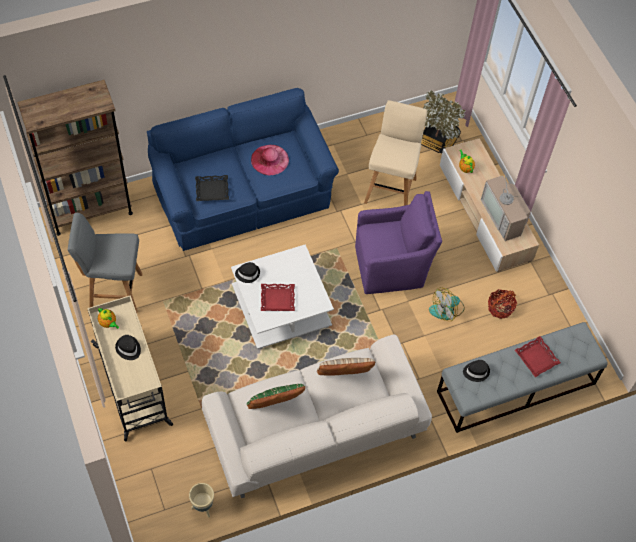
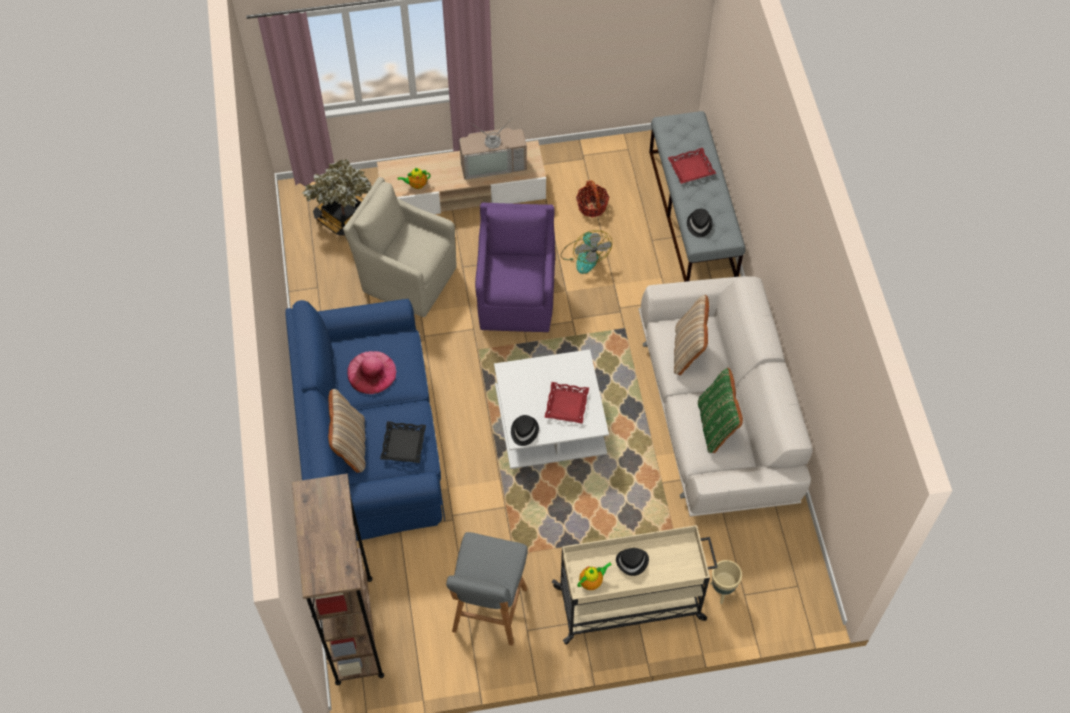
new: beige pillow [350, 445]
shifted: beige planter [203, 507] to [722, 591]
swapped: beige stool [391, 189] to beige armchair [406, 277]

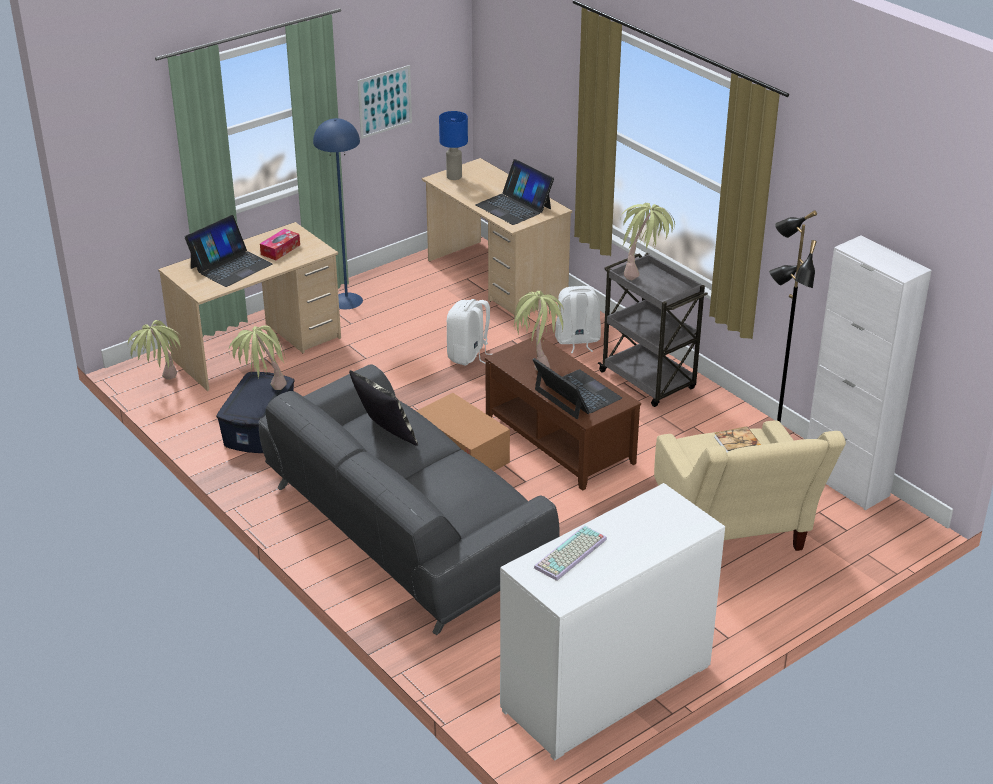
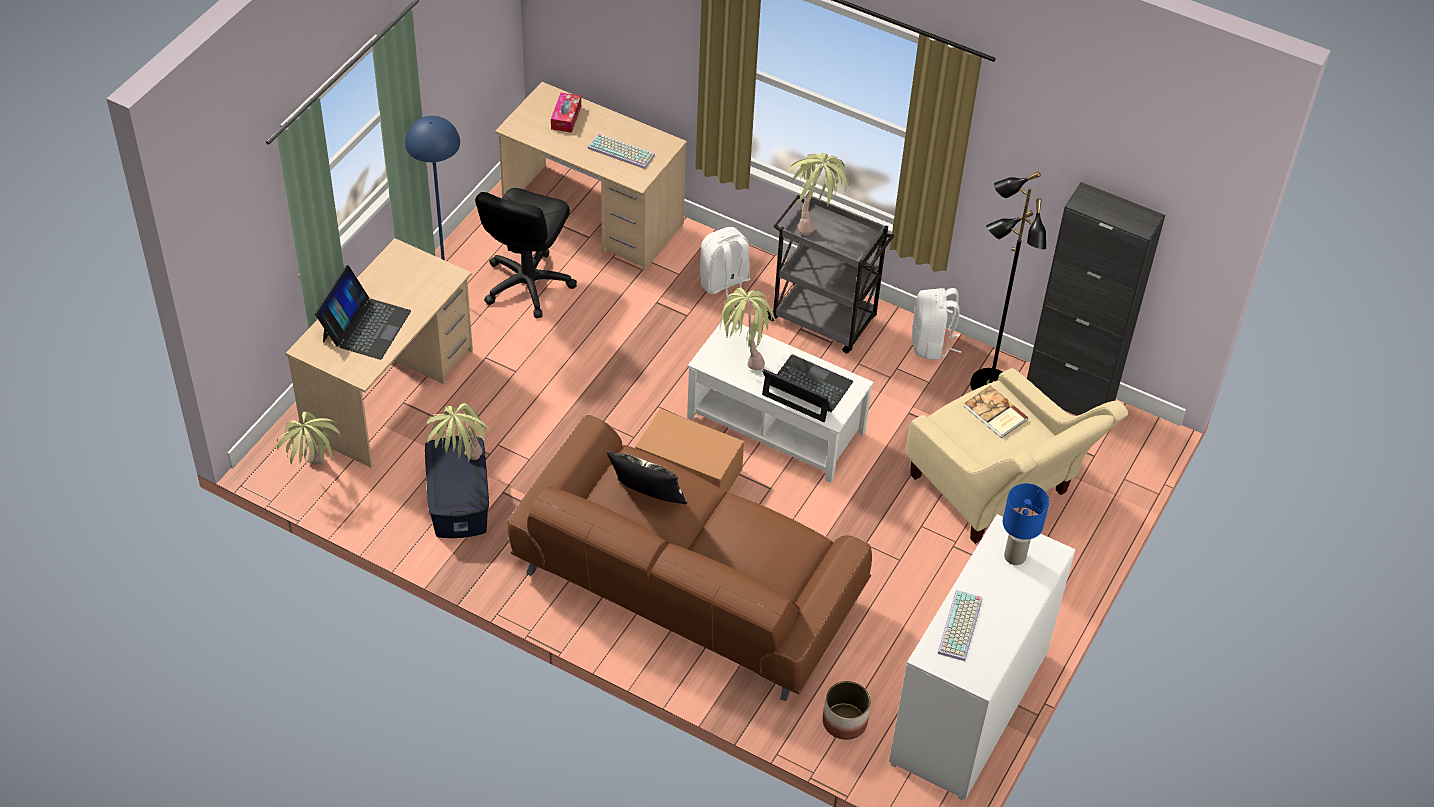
gone: picture [385, 101]
new: black office chair [527, 284]; planter [844, 721]
shifted: tissue box [280, 250] to [566, 117]; blue table lamp [453, 177] to [1014, 556]; white backpack [469, 356] to [931, 344]
swapped: laptop [514, 206] to keyboard [622, 151]
repainted: grey sofa [404, 530] to brown sofa [686, 587]; brown coffee table [559, 440] to white coffee table [775, 425]; white cabinet [846, 482] to black cabinet [1069, 397]

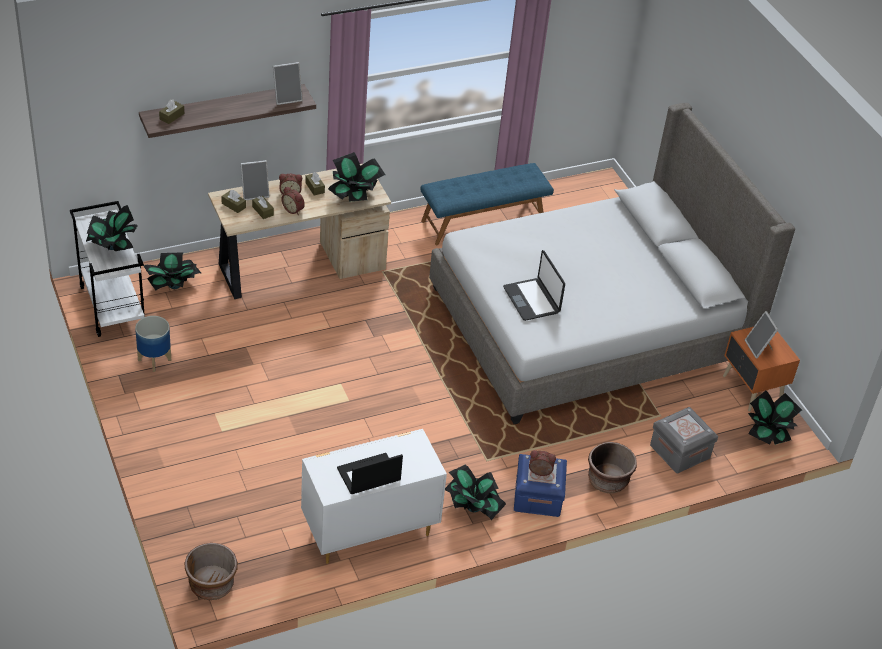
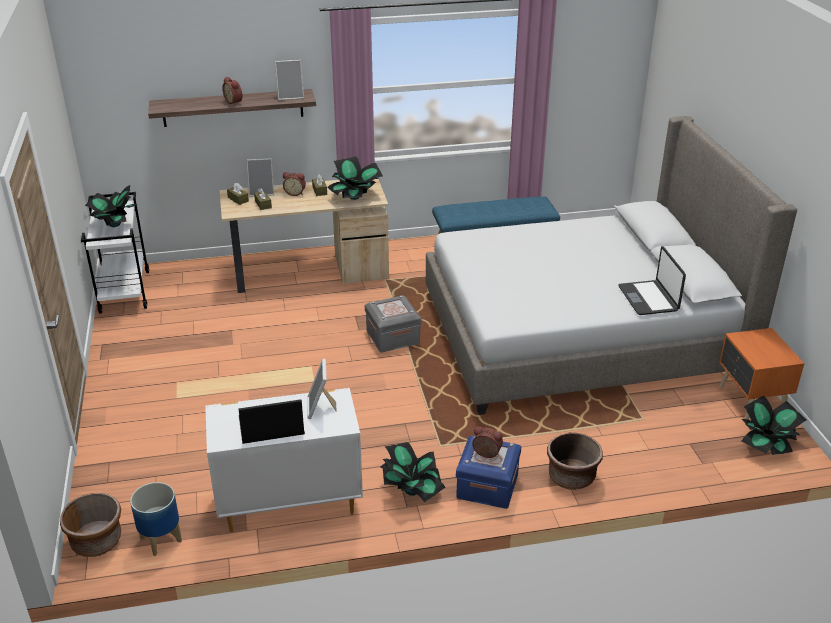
gone: potted plant [173, 286]; brown tissue box [172, 116]
shifted: planter [154, 360] to [160, 539]; alarm clock [293, 209] to [234, 102]; laptop [532, 300] to [649, 298]; grey storage box [680, 451] to [393, 337]; picture frame [759, 348] to [320, 408]

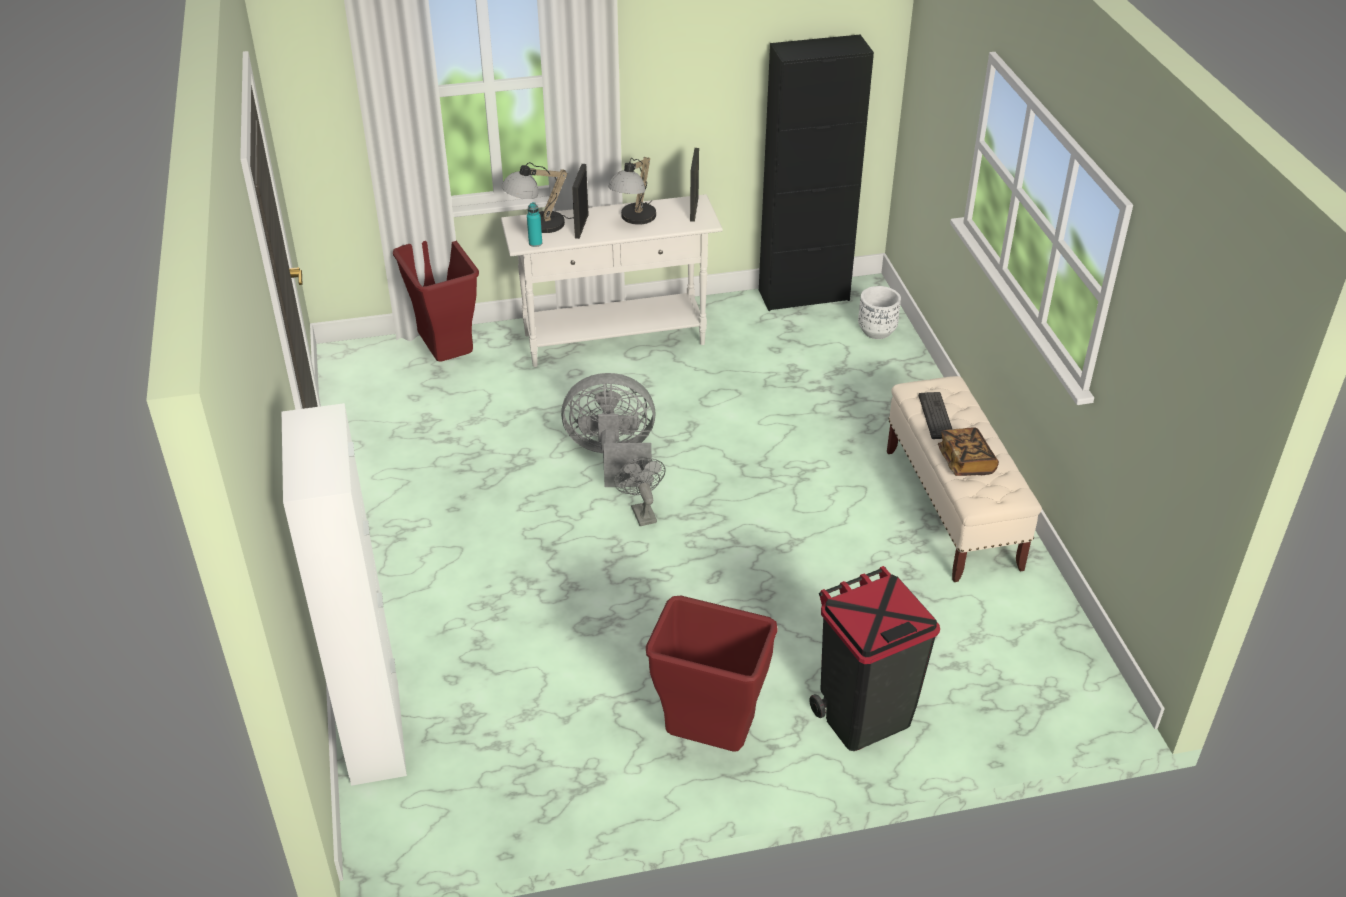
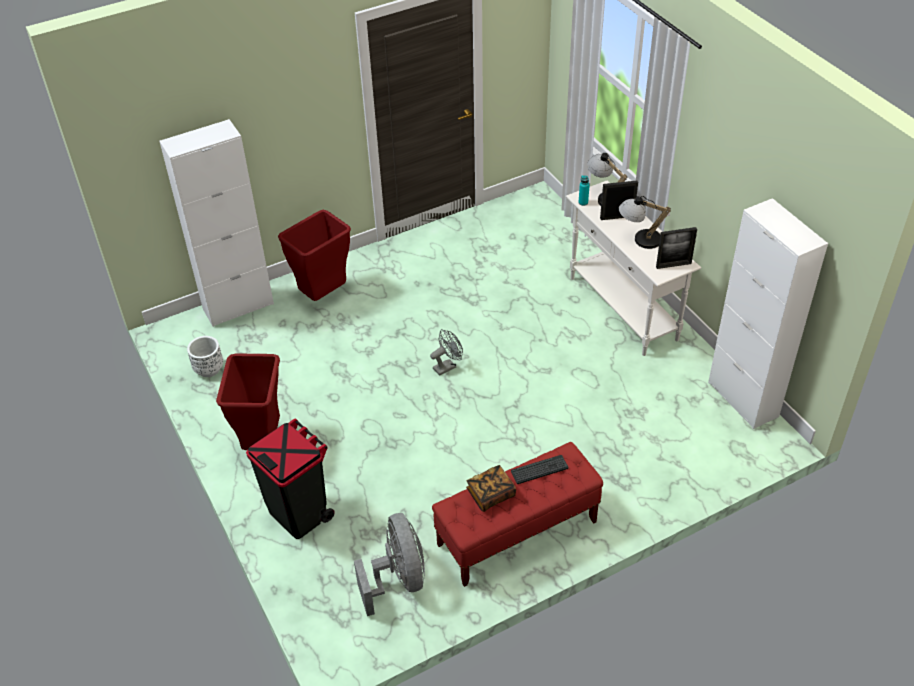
shifted: red trash can [446, 357] to [323, 295]; grey fan [613, 457] to [398, 579]; white planter [877, 331] to [209, 369]
repainted: black cabinet [803, 295] to white cabinet [743, 399]; beige bench [952, 509] to red bench [516, 534]

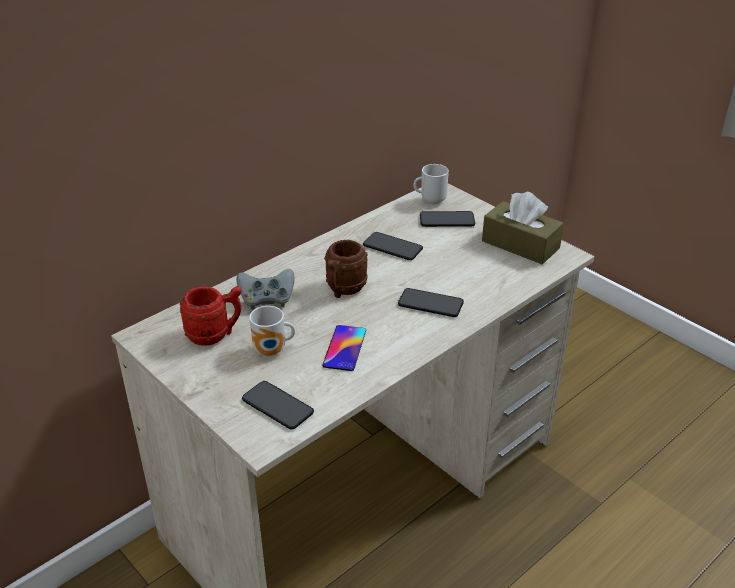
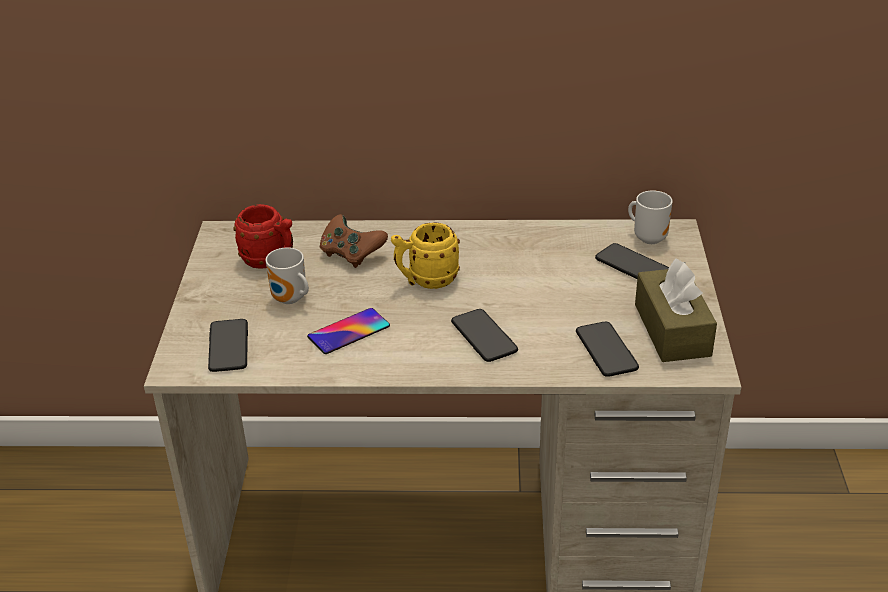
shifted: phone [392, 247] to [606, 350]
repainted: grey game controller [267, 300] to brown game controller [351, 254]; brown mug [343, 290] to yellow mug [426, 281]

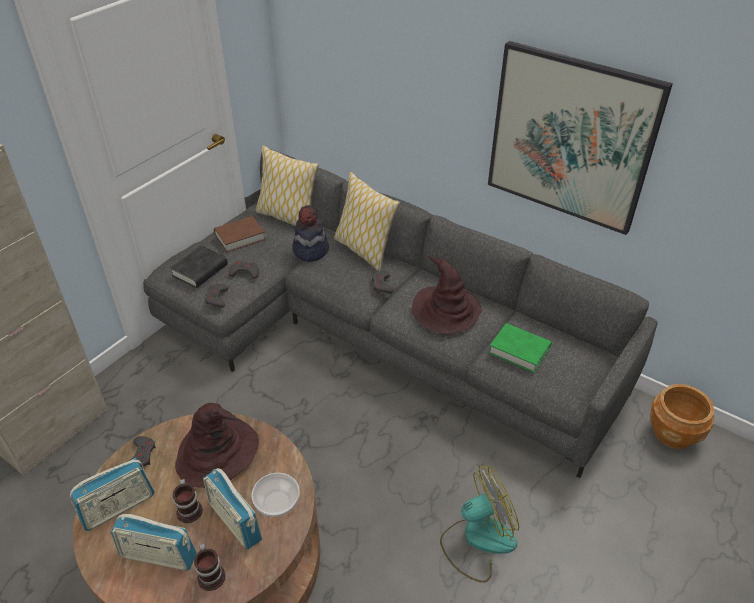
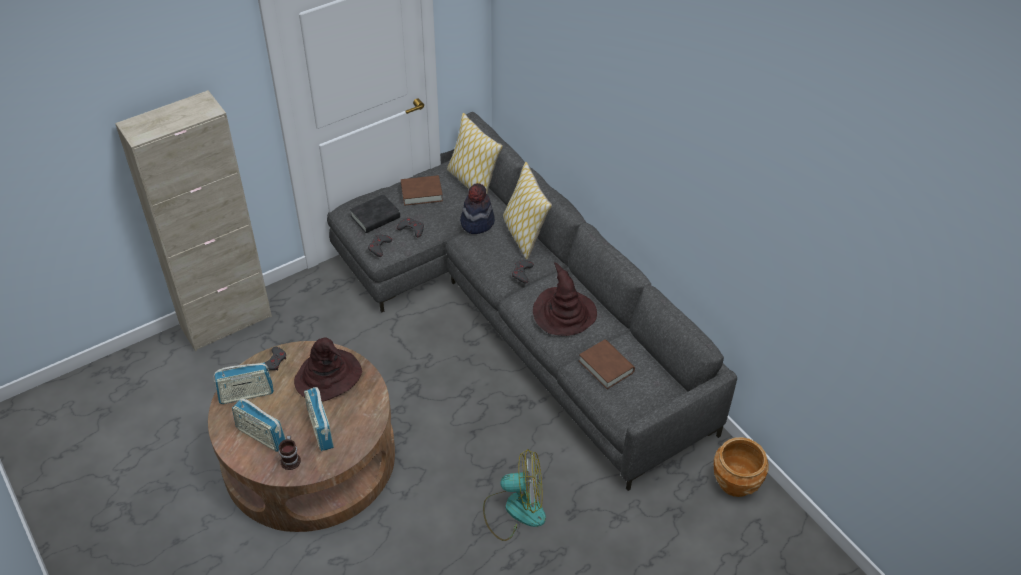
gone: mug [190, 509]; bowl [276, 502]; picture [570, 138]
repainted: green book [519, 351] to brown book [606, 366]

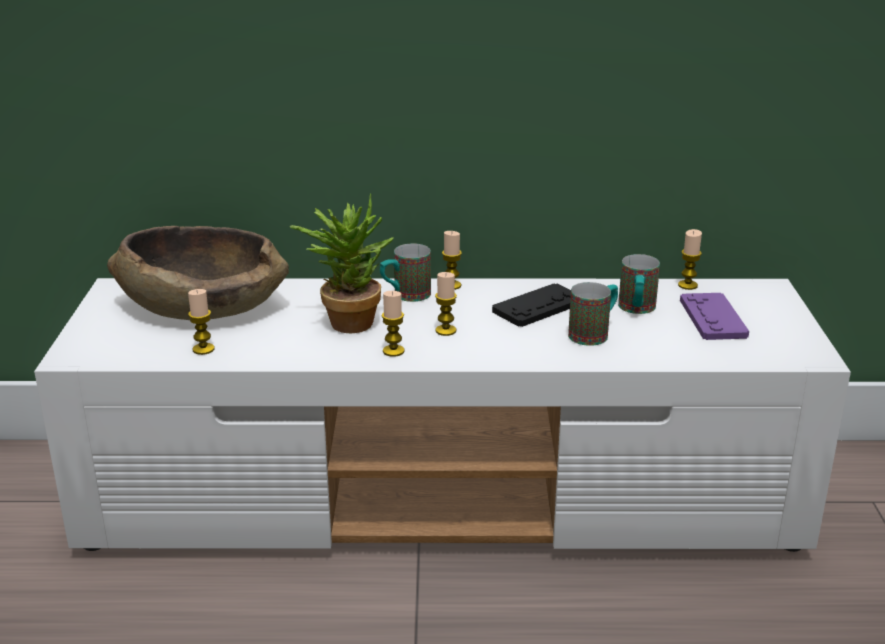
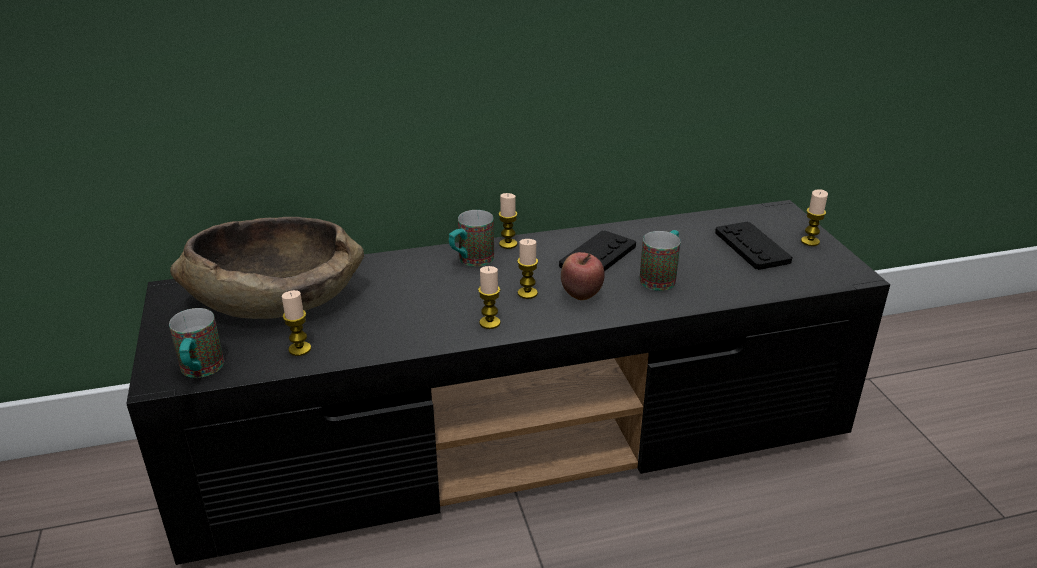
gone: potted plant [347, 320]
new: apple [581, 296]
shifted: mug [636, 310] to [200, 371]; candle [687, 285] to [810, 241]
repainted: white tv stand [447, 499] to black tv stand [522, 439]; purple game controller [712, 318] to black game controller [752, 247]

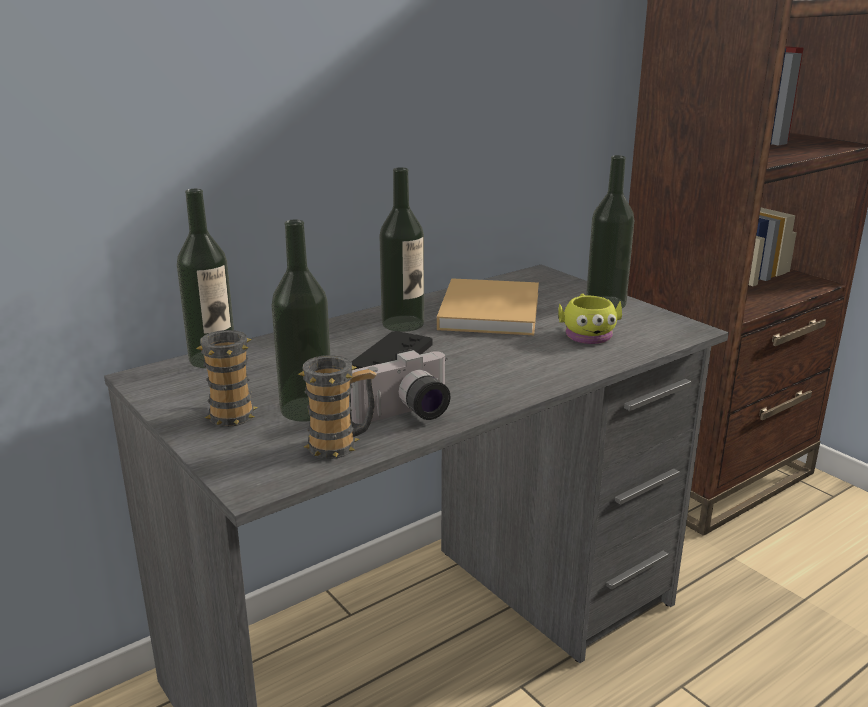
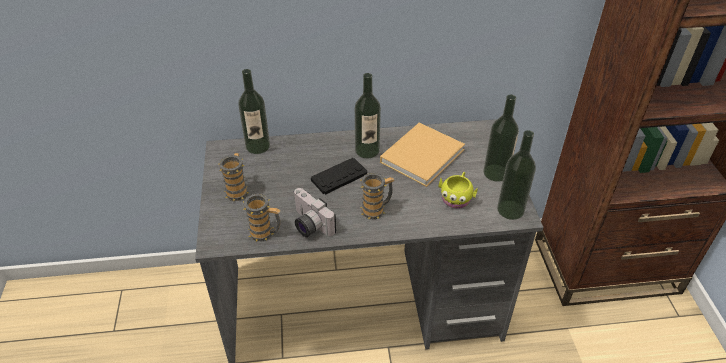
new: mug [376, 210]
shifted: bottle [306, 409] to [510, 210]
rotated: photo camera [406, 415] = [309, 225] 45 degrees clockwise

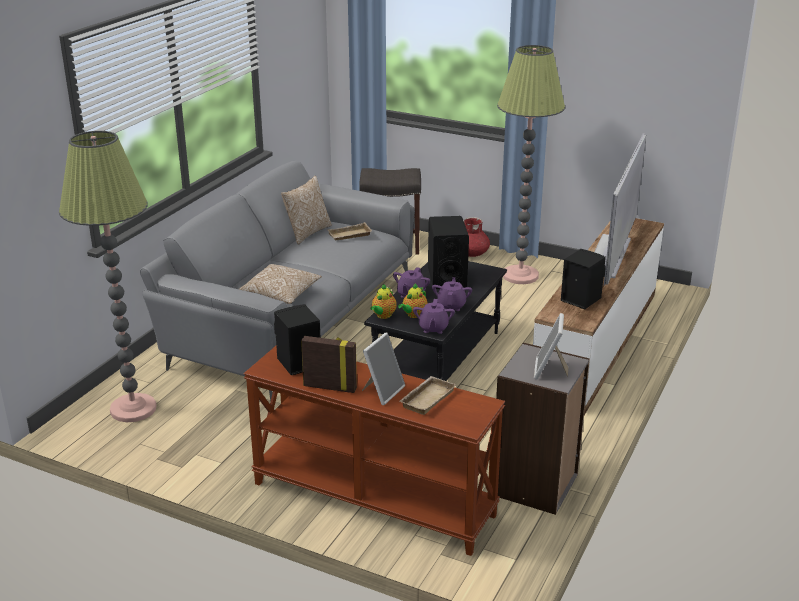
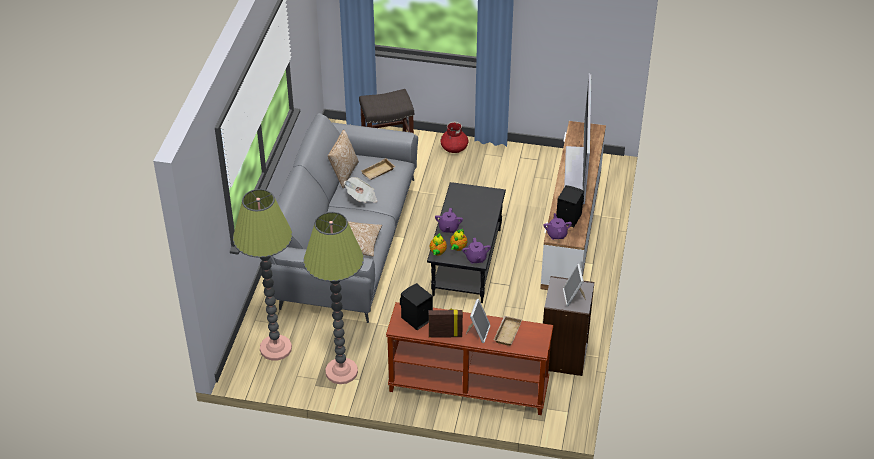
gone: black speaker [447, 277]
new: newspaper [361, 197]
shifted: purple teapot [451, 306] to [557, 234]; floor lamp [520, 275] to [341, 371]

